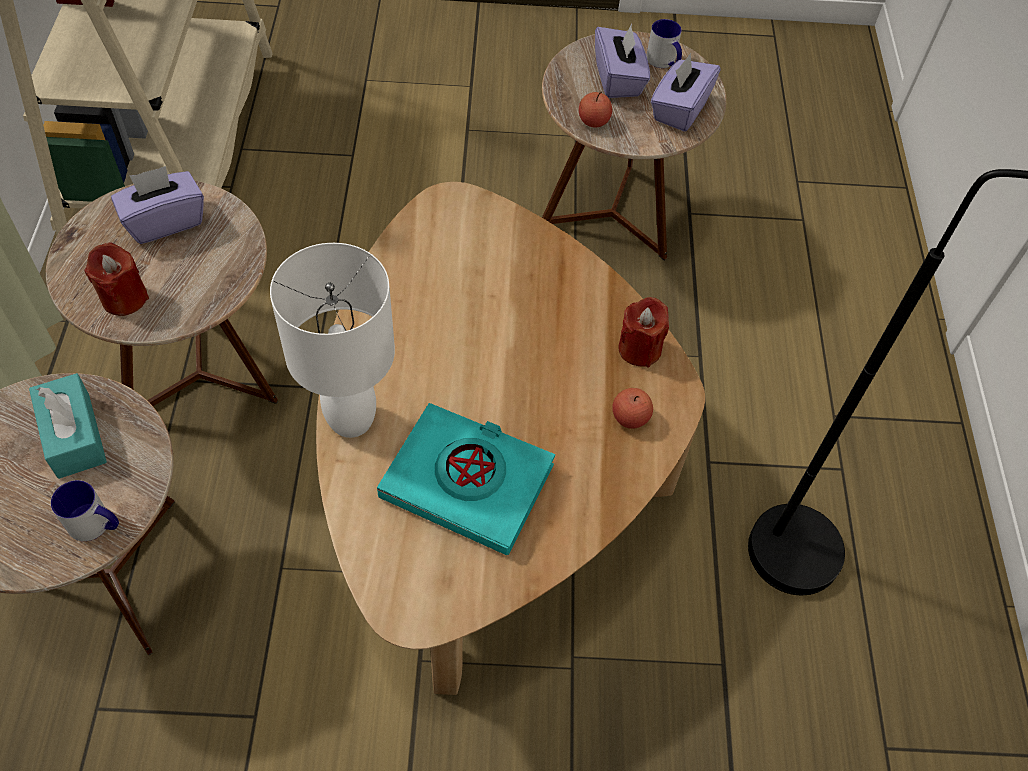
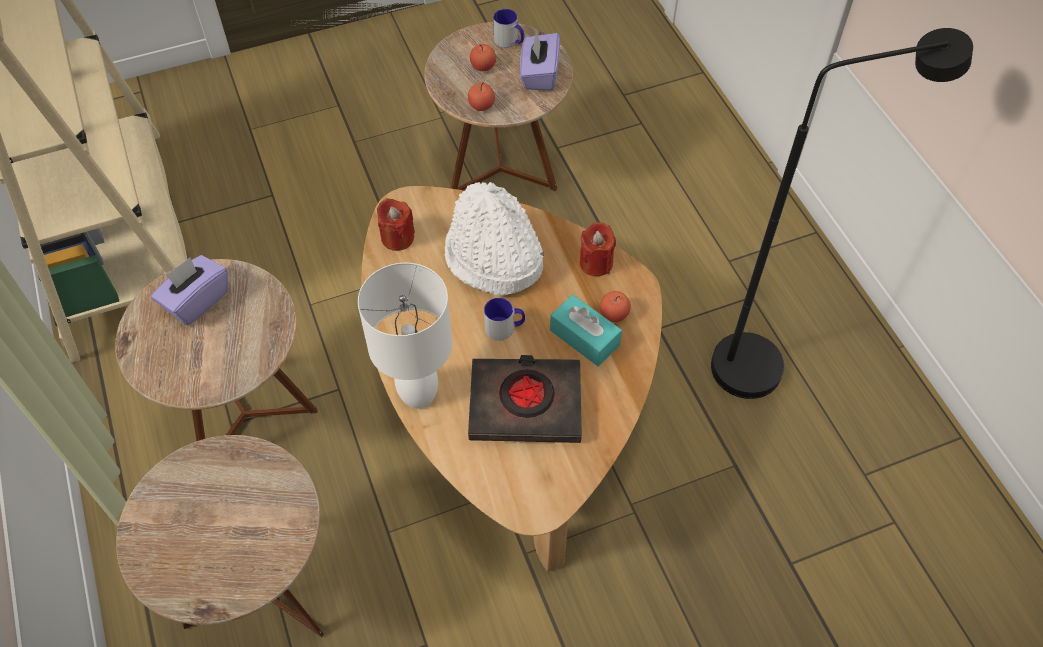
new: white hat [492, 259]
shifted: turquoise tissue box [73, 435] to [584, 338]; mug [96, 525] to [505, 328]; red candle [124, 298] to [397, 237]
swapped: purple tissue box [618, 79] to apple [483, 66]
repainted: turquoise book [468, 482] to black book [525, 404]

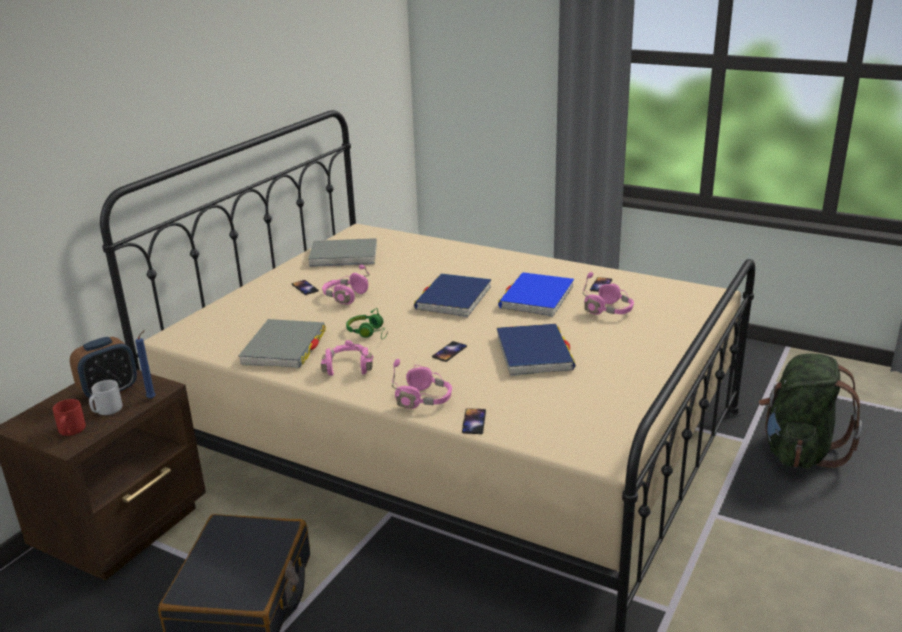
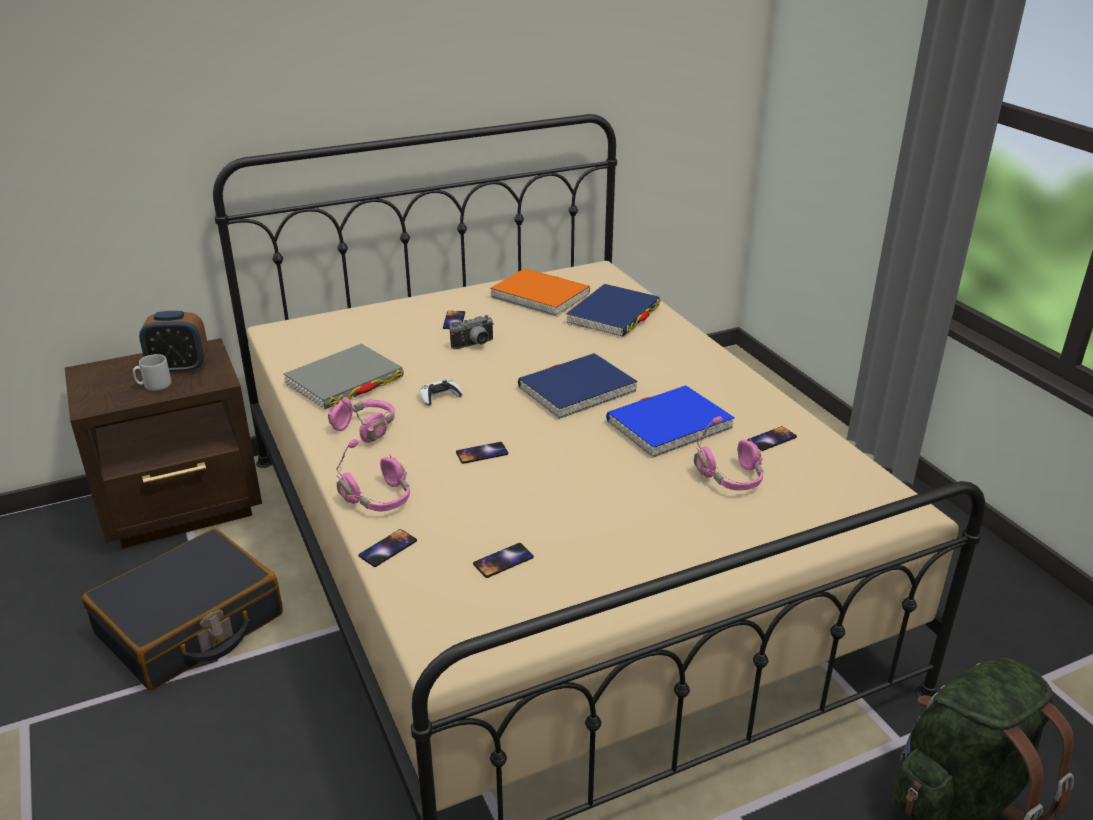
gone: red mug [71, 431]; blue candle [153, 398]
new: phone [503, 561]
shifted: blue book [534, 353] to [613, 315]
swapped: pink headphones [344, 297] to photo camera [474, 345]; green headphones [369, 333] to white game controller [439, 396]
repainted: grey book [343, 256] to orange book [540, 296]

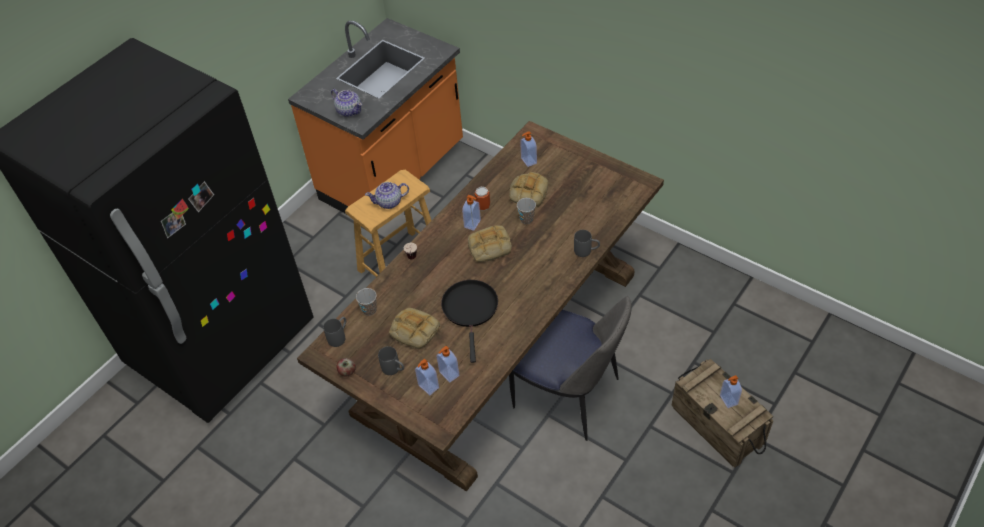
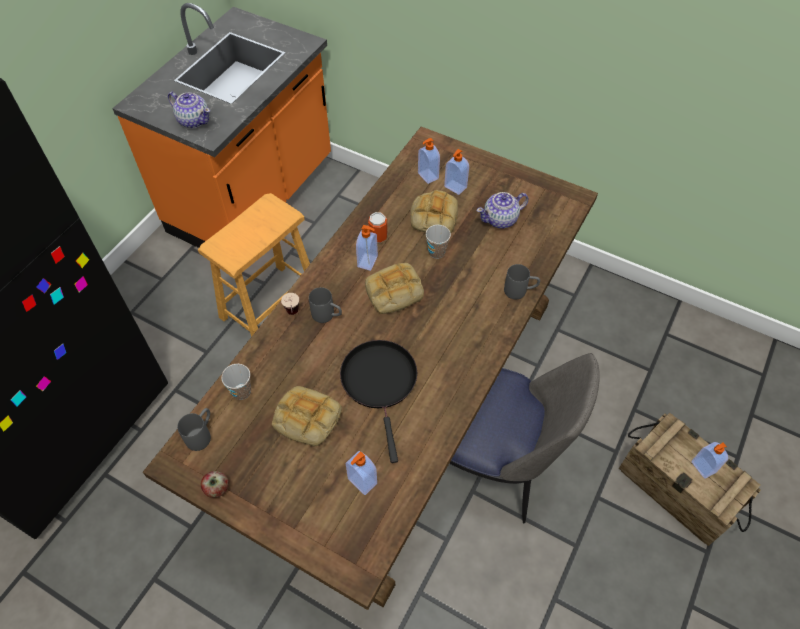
shifted: teapot [389, 202] to [500, 220]; grey mug [394, 369] to [327, 316]; soap dispenser [428, 387] to [455, 187]

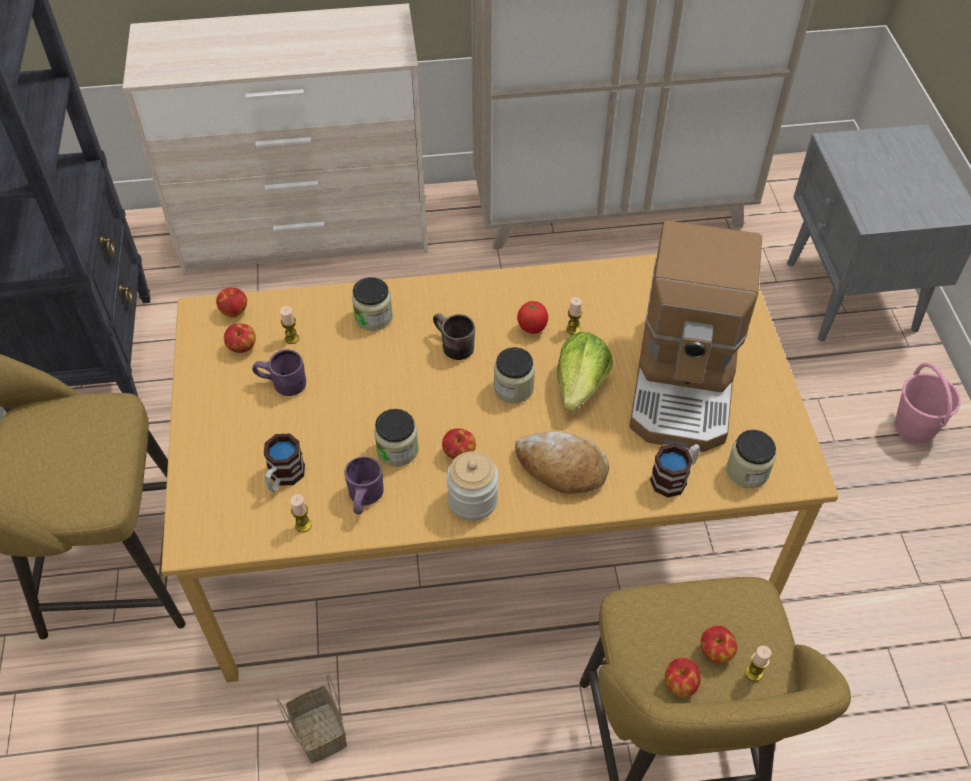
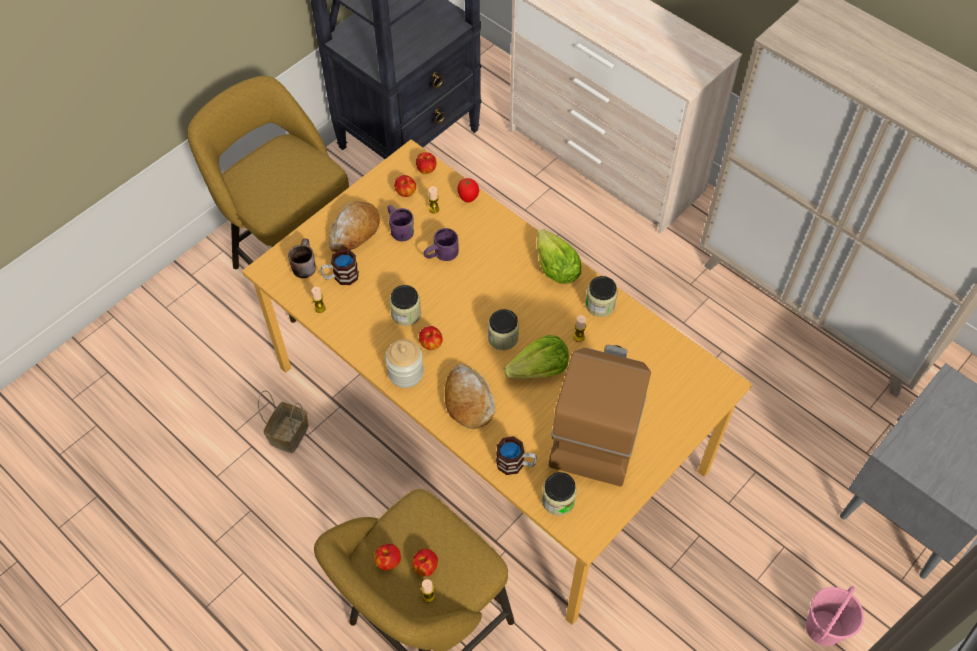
new: bread [354, 231]; lettuce [555, 268]
shifted: purple mug [368, 498] to [443, 256]; jar [373, 317] to [600, 305]; brown mug [451, 346] to [303, 265]; tomato [532, 328] to [468, 198]
rotated: coffee machine [686, 381] = [597, 423] 135 degrees clockwise

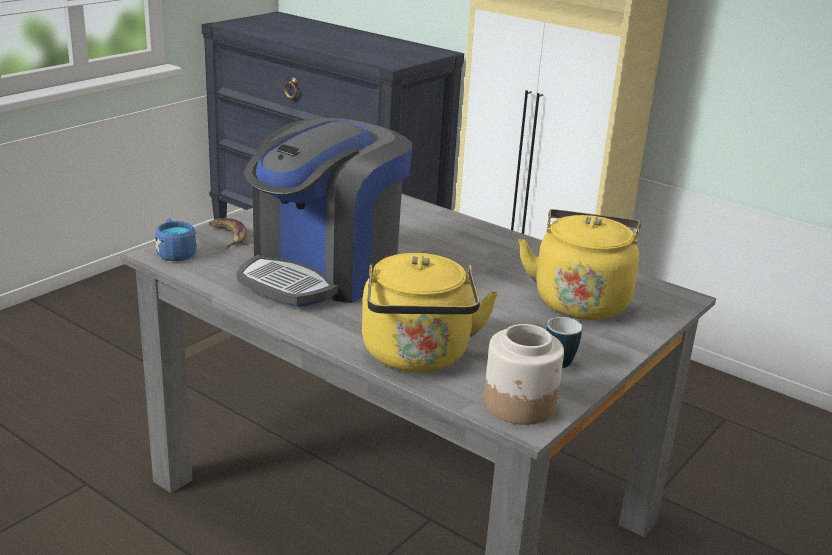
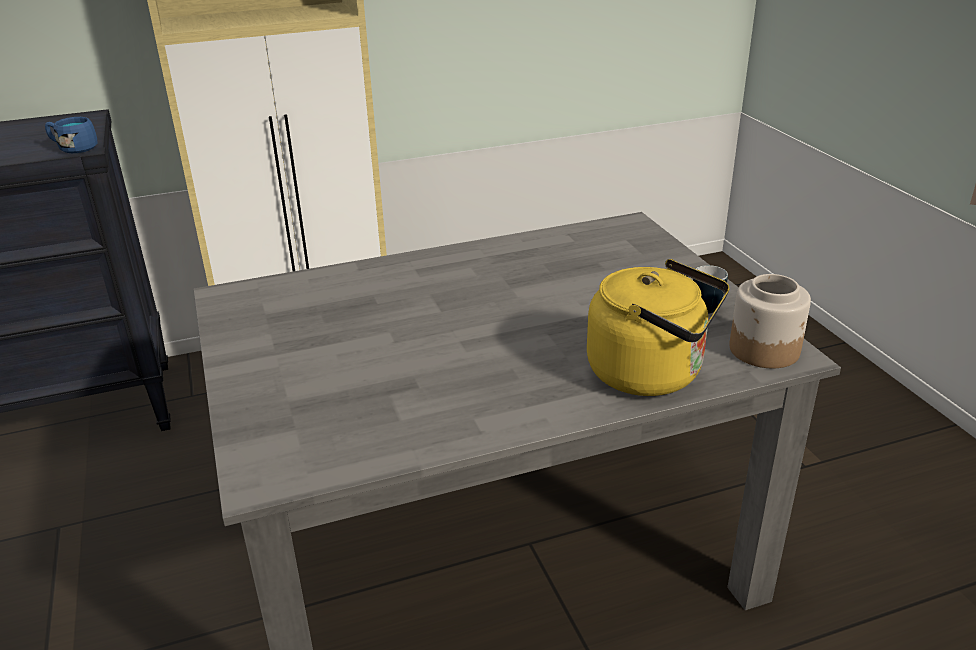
gone: banana [228, 236]; coffee machine [324, 271]; yellow kettle [580, 300]
shifted: blue mug [175, 252] to [74, 148]

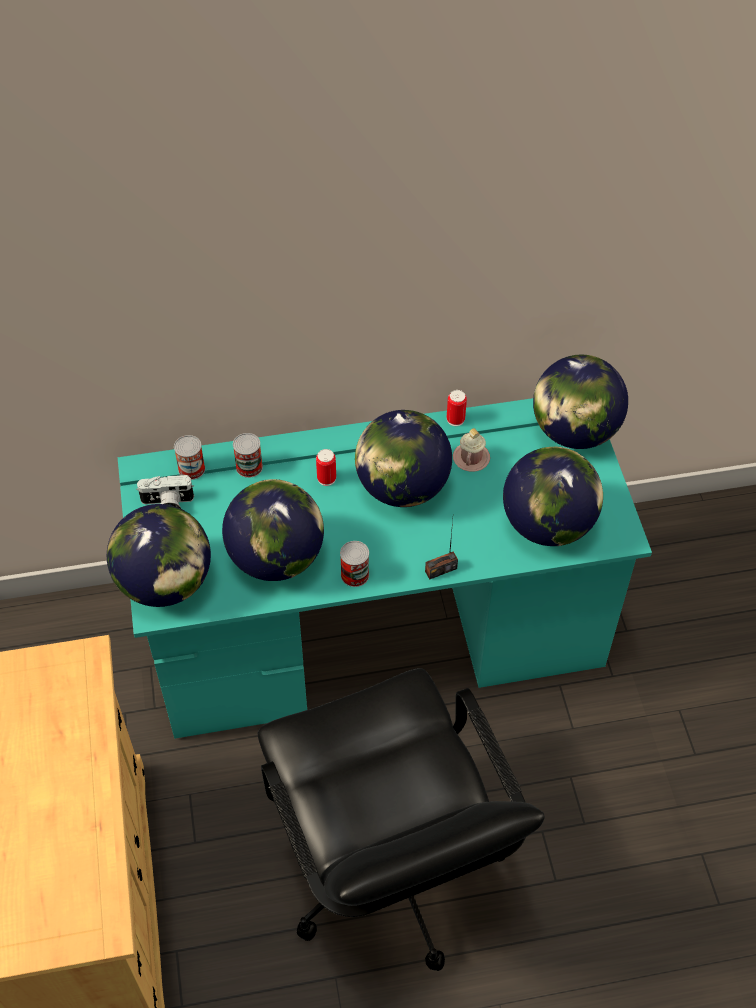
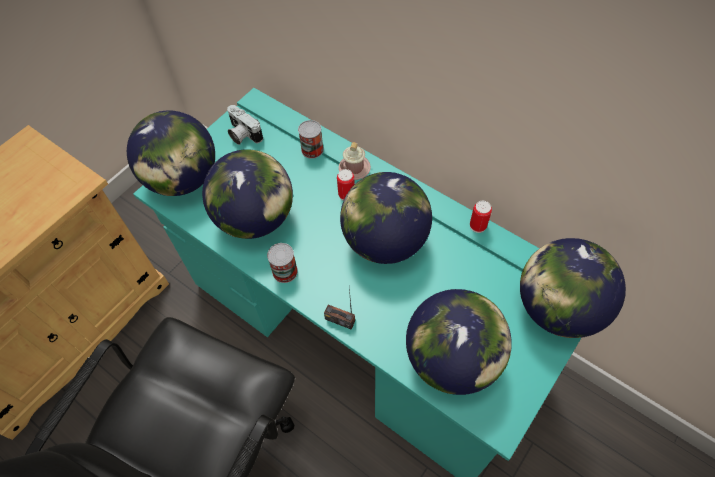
gone: can [191, 469]
shifted: pink mug [471, 458] to [354, 168]

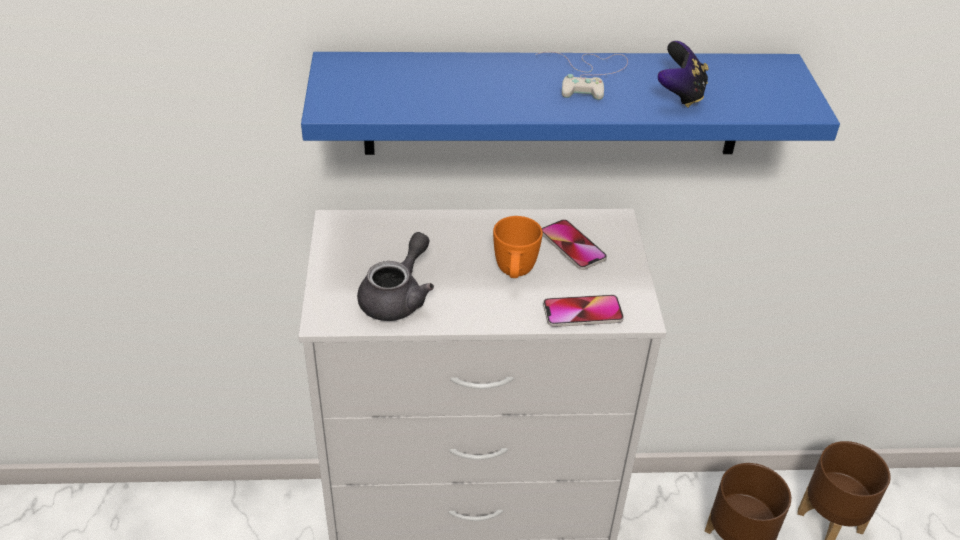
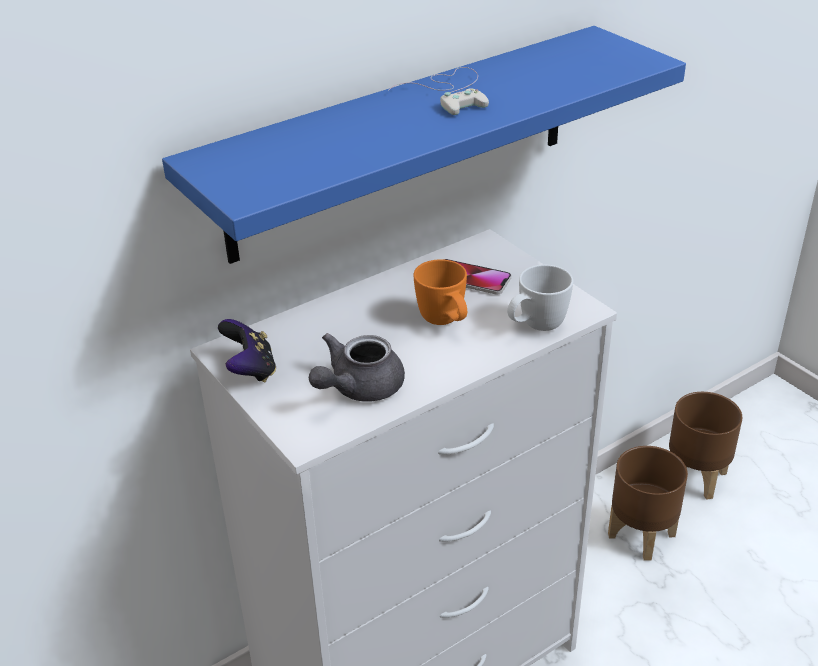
shifted: game controller [680, 95] to [250, 370]
swapped: phone [582, 312] to white mug [535, 327]
rotated: grey teapot [398, 297] = [358, 388] 135 degrees counterclockwise

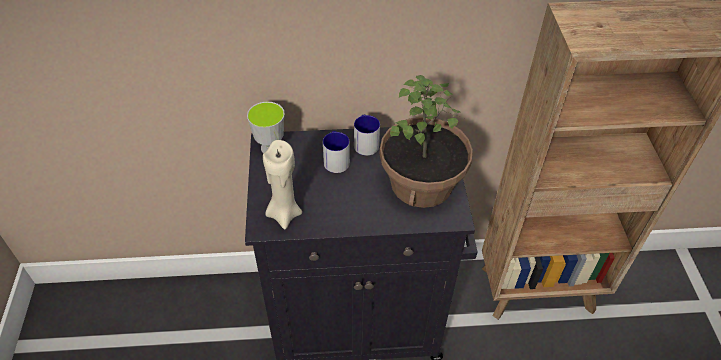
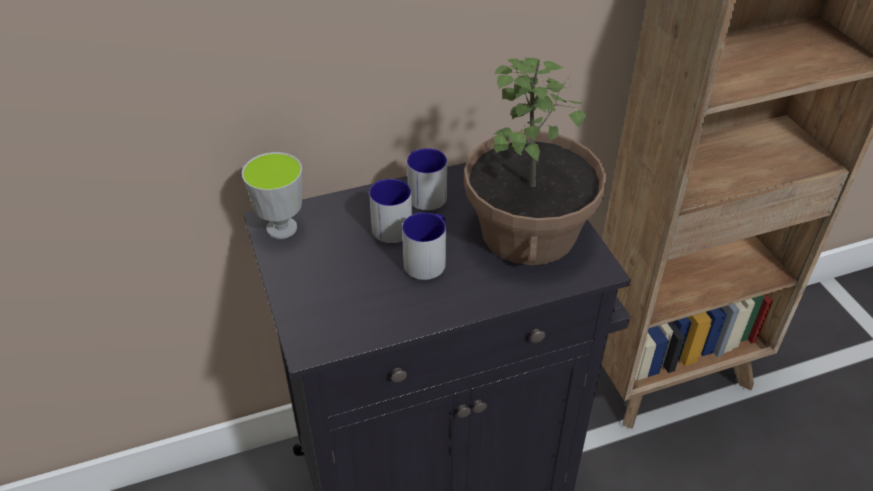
gone: beige candle [284, 213]
new: mug [428, 259]

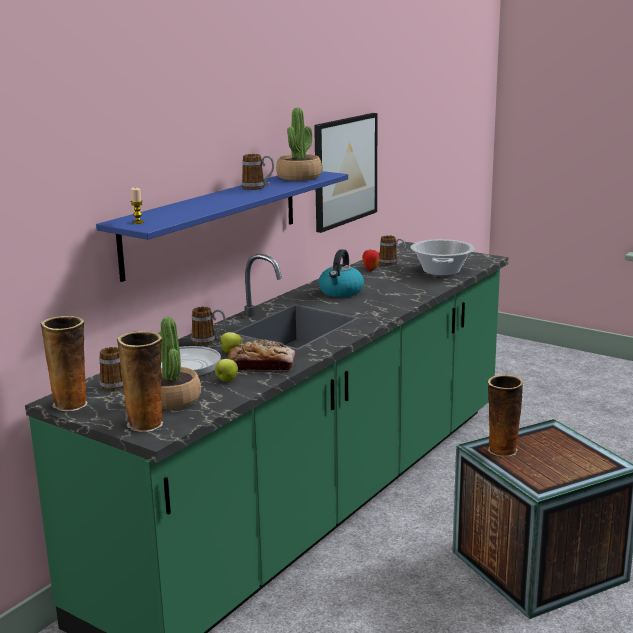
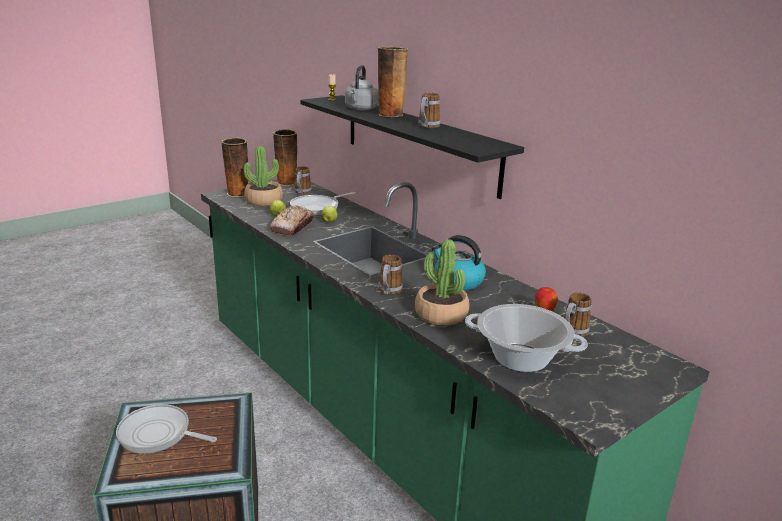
gone: picture [345, 170]
new: frying pan [158, 434]; grey kettle [360, 109]
shifted: mug [209, 341] to [388, 291]; potted plant [299, 177] to [441, 314]; vase [501, 450] to [390, 114]
repainted: blue shelf [213, 221] to black shelf [418, 143]

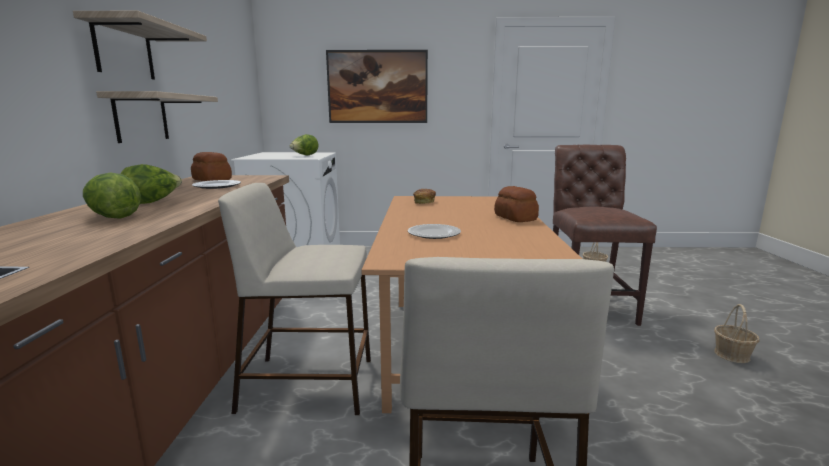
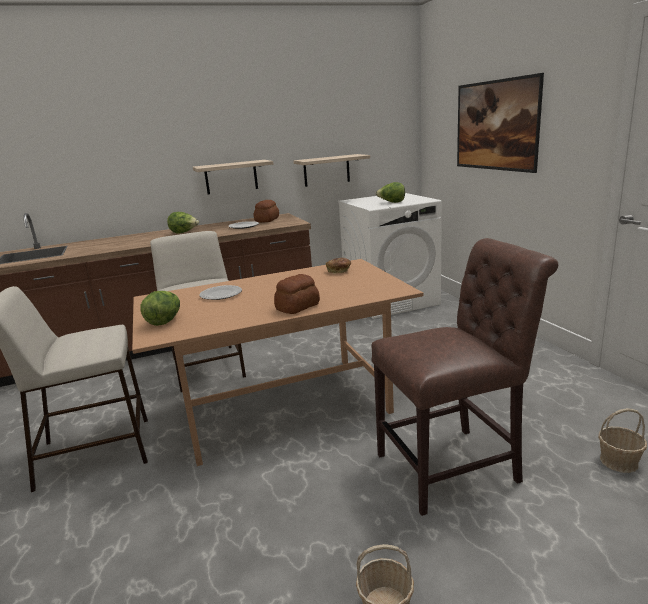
shifted: shelf [124, 50] to [326, 170]; lettuce [113, 217] to [165, 321]

